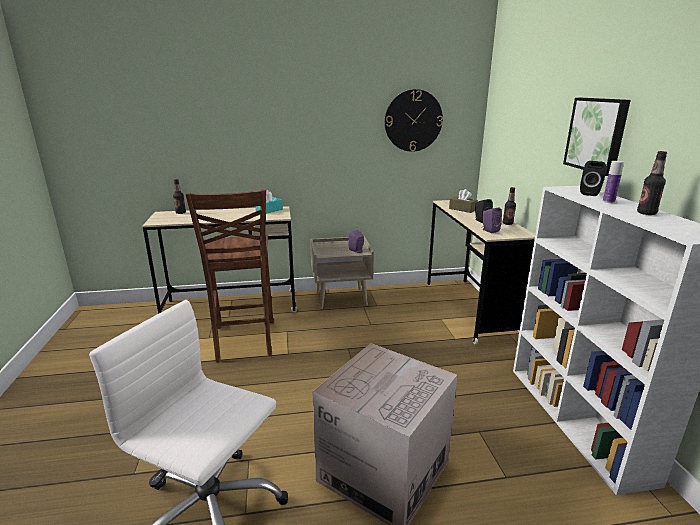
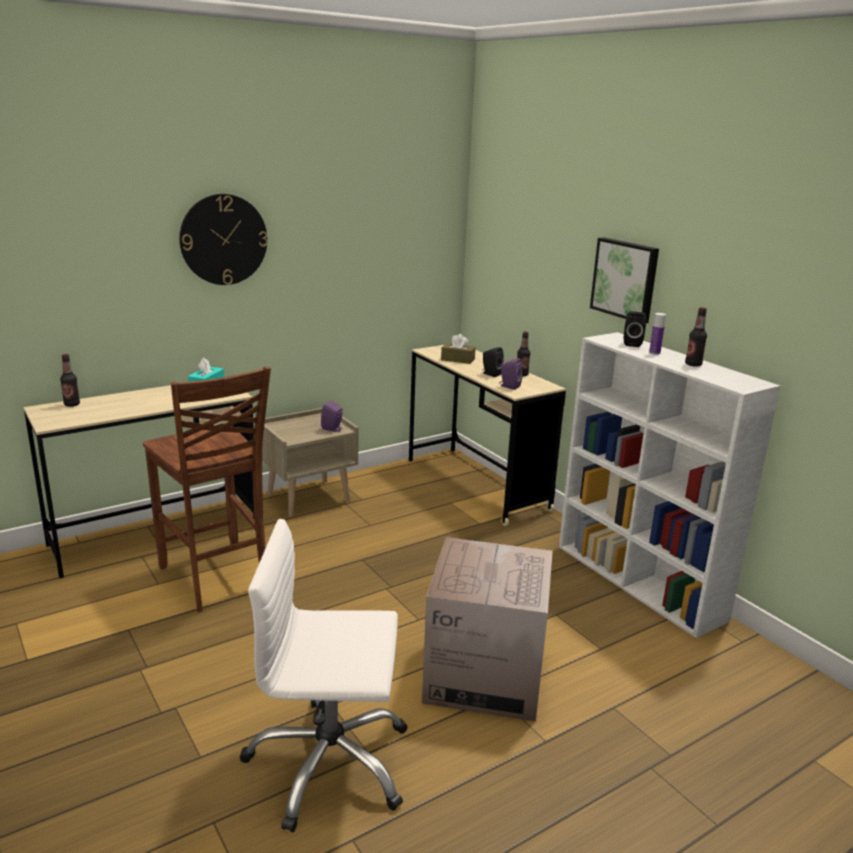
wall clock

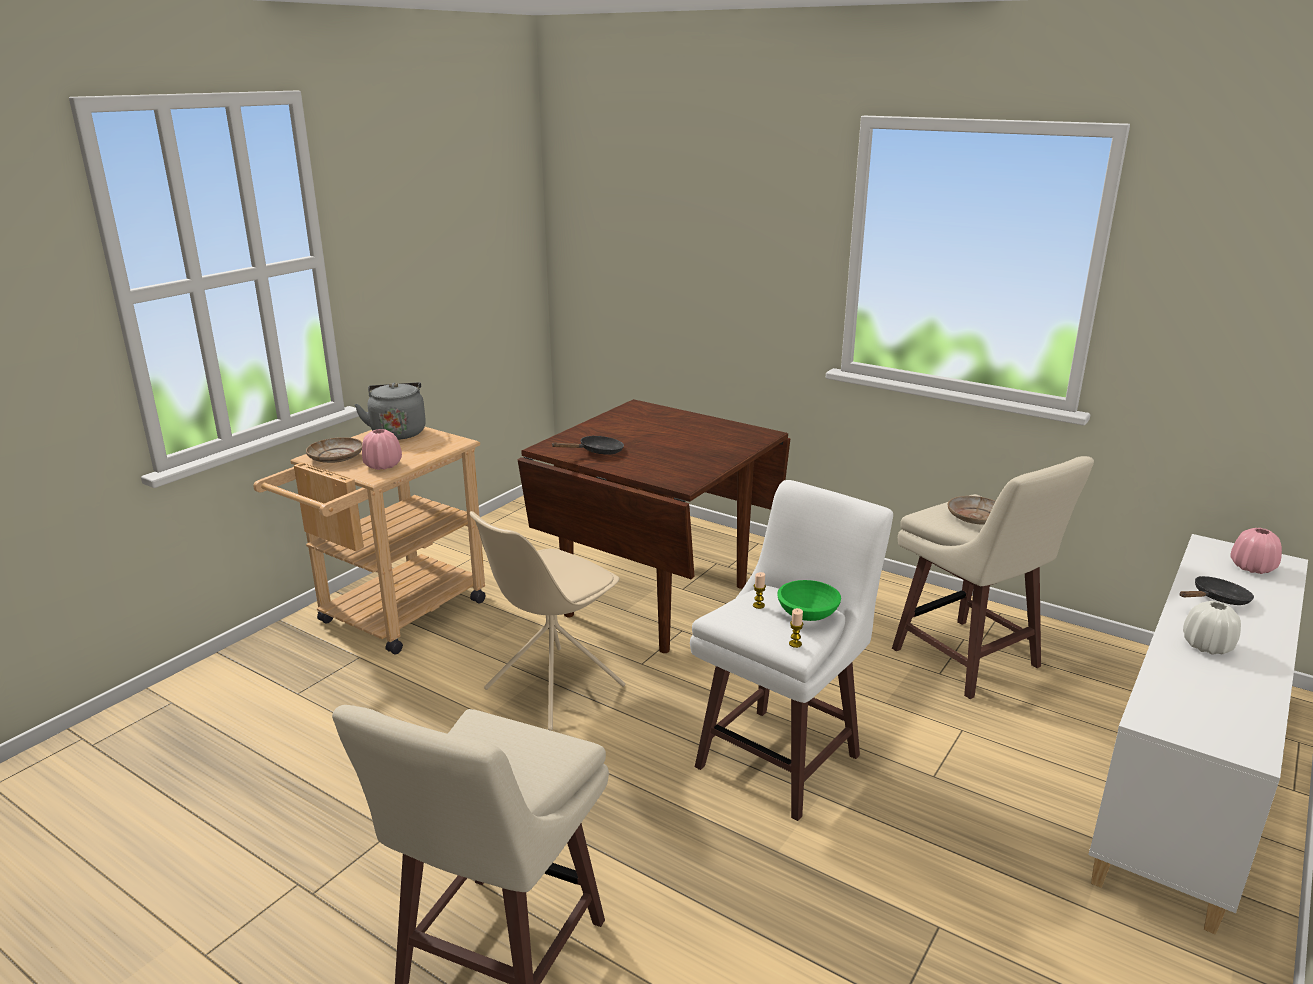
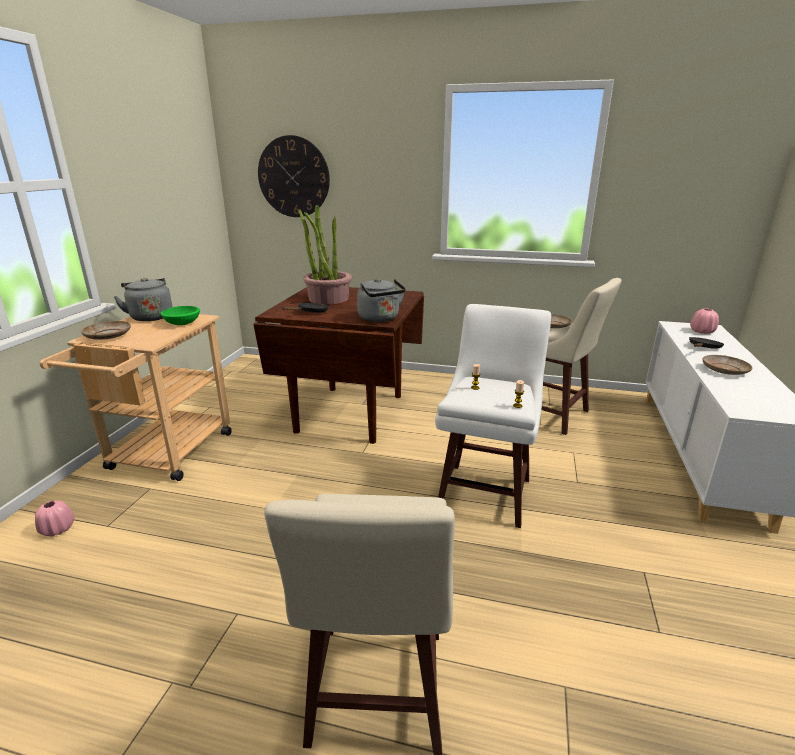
beige chair
wall clock
potted plant
grey kettle (2nd from left)
pink vase (1st from left)
green bowl
beige plate (3rd from left)

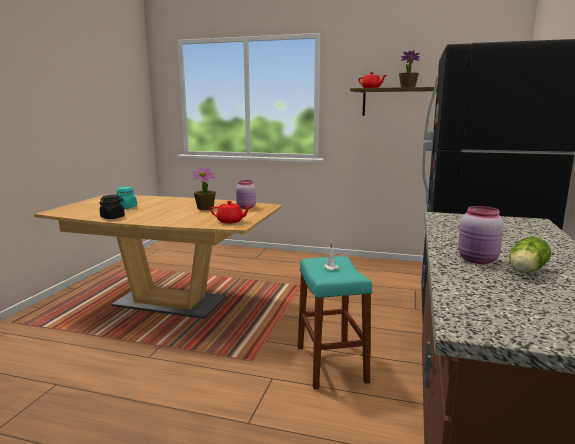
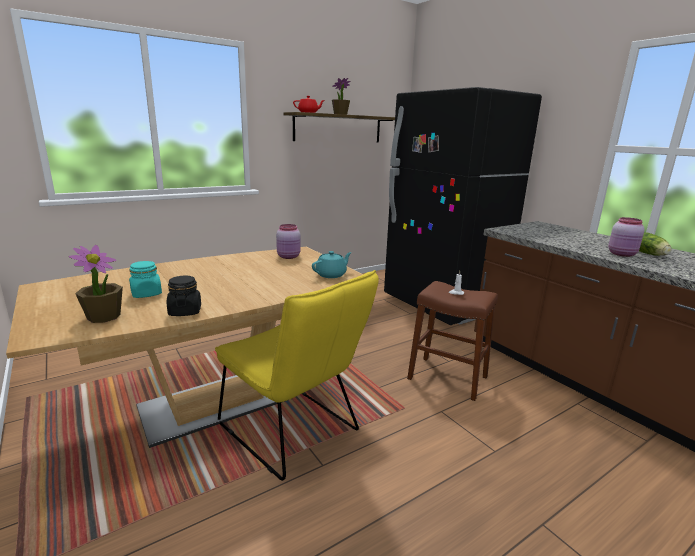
yellow chair
potted plant (1st from left)
turquoise teapot
brown stool

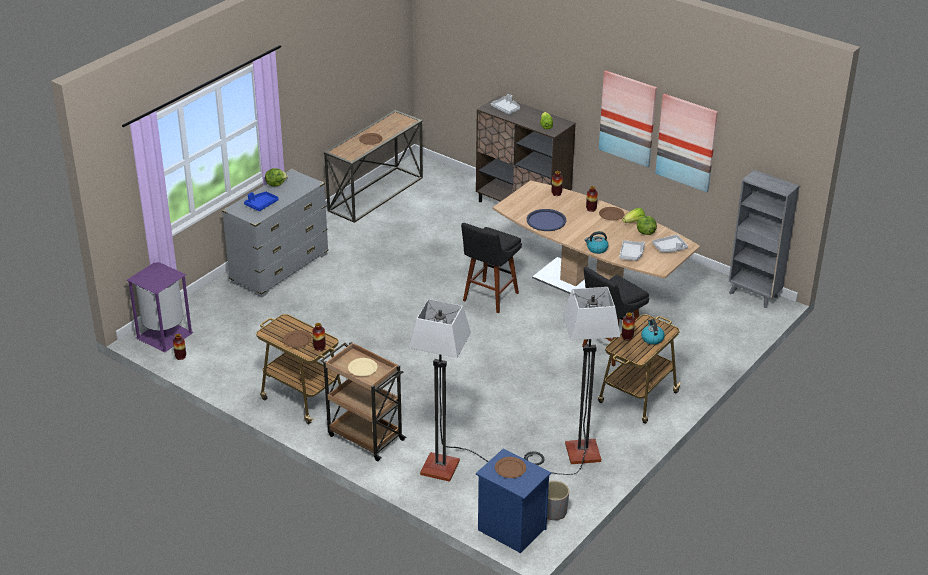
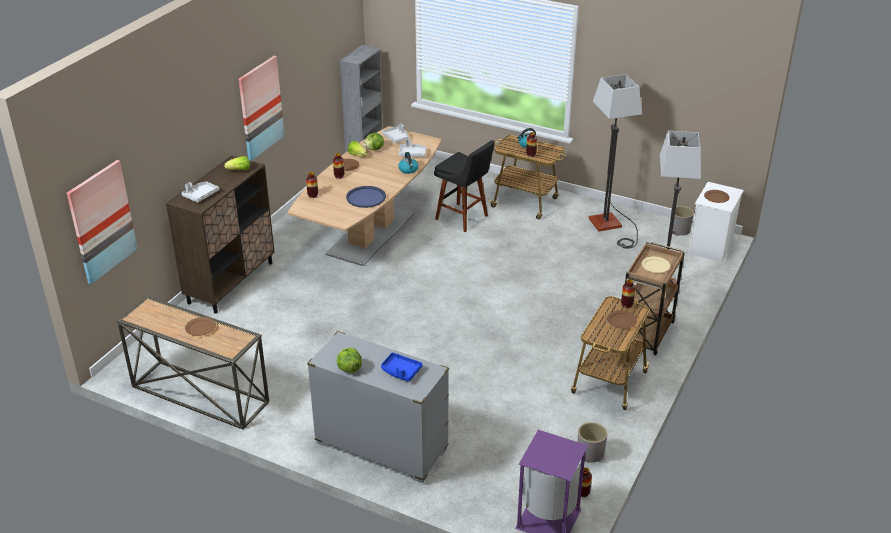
black stool (1st from left in the first image)
grey planter (1st from left)
picture (1st from left)
white nightstand

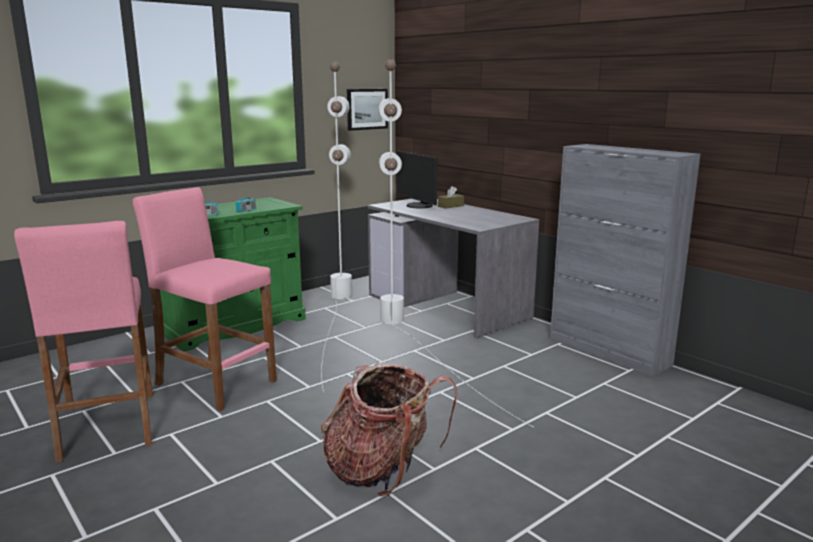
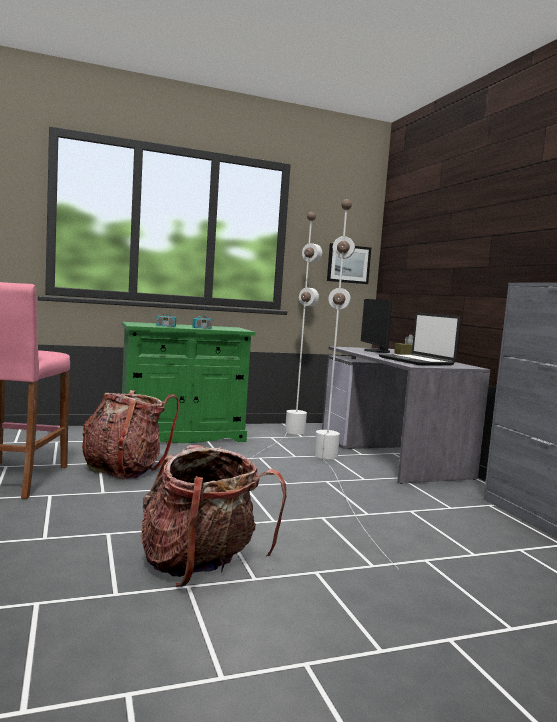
laptop
backpack (1st from left)

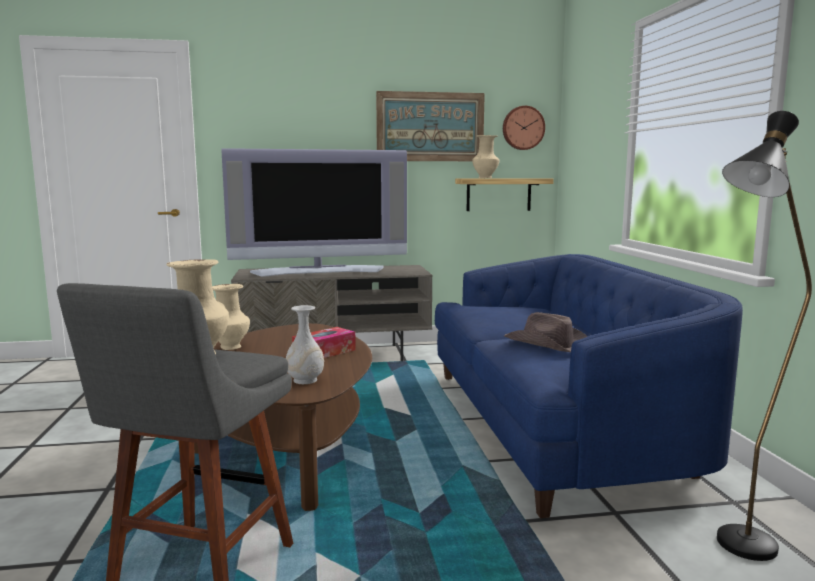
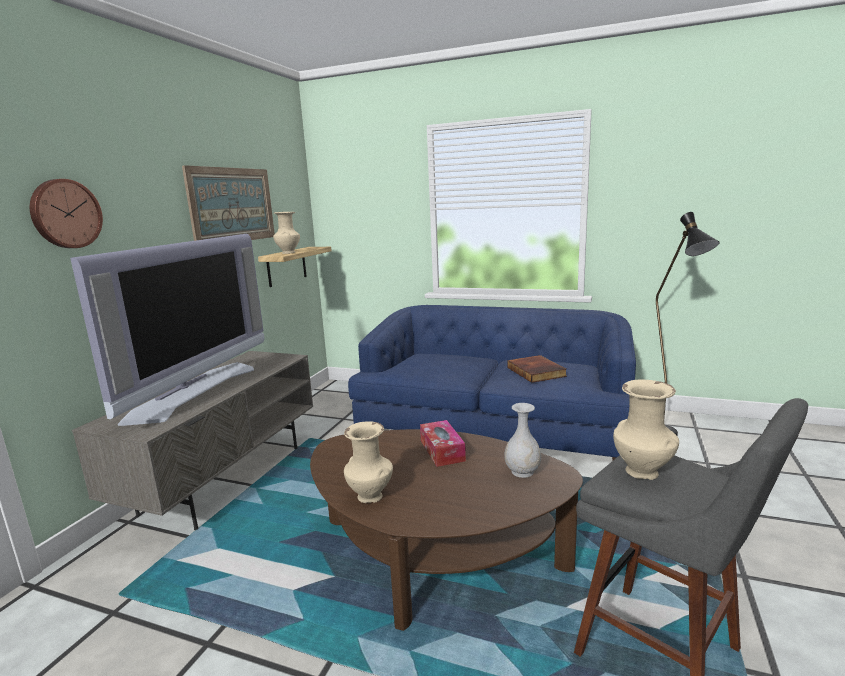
wall clock
book

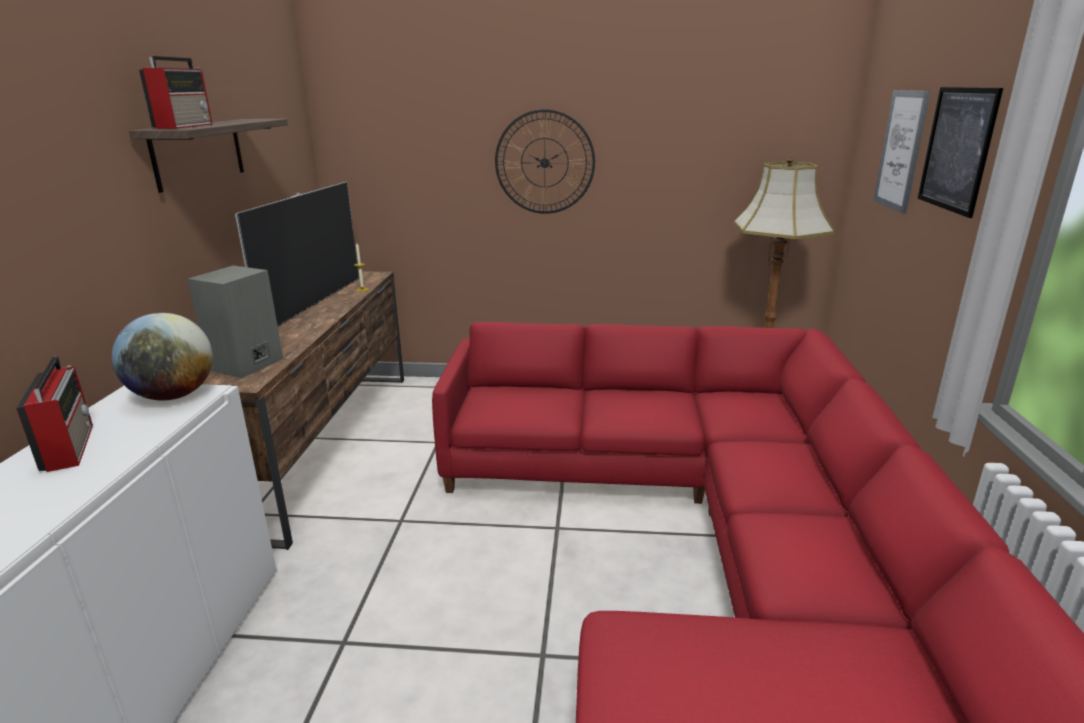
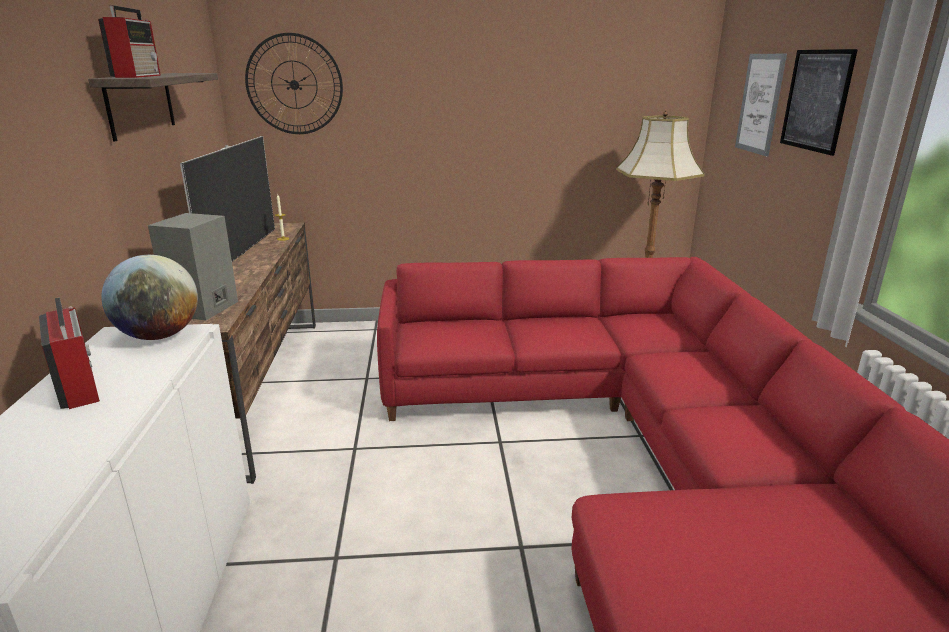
wall clock

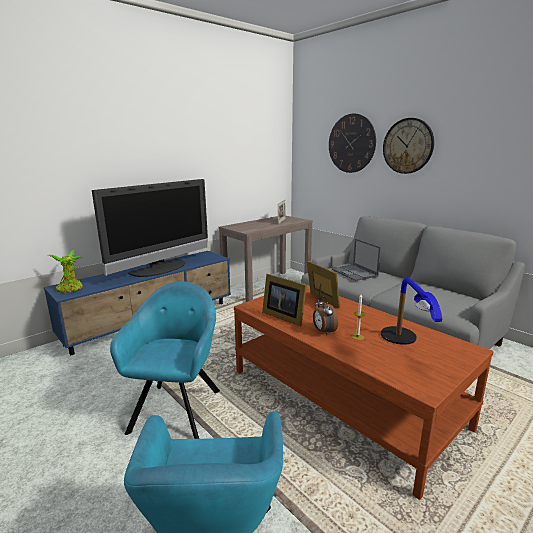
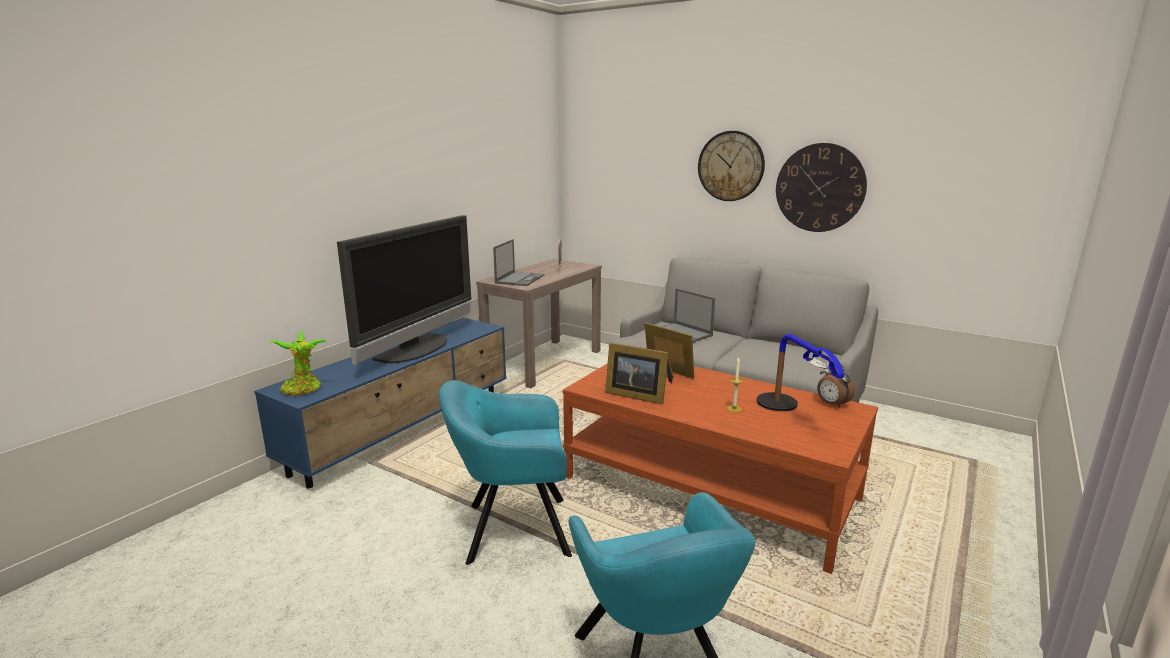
laptop (1st from left)
alarm clock
wall clock (2nd from left)
turquoise armchair (1st from left)

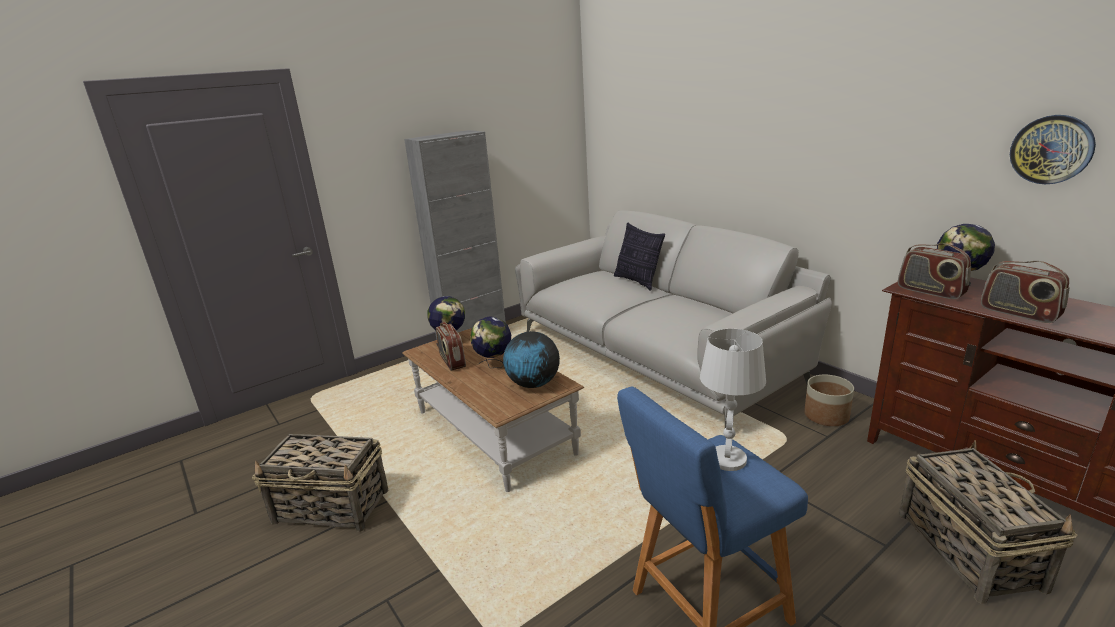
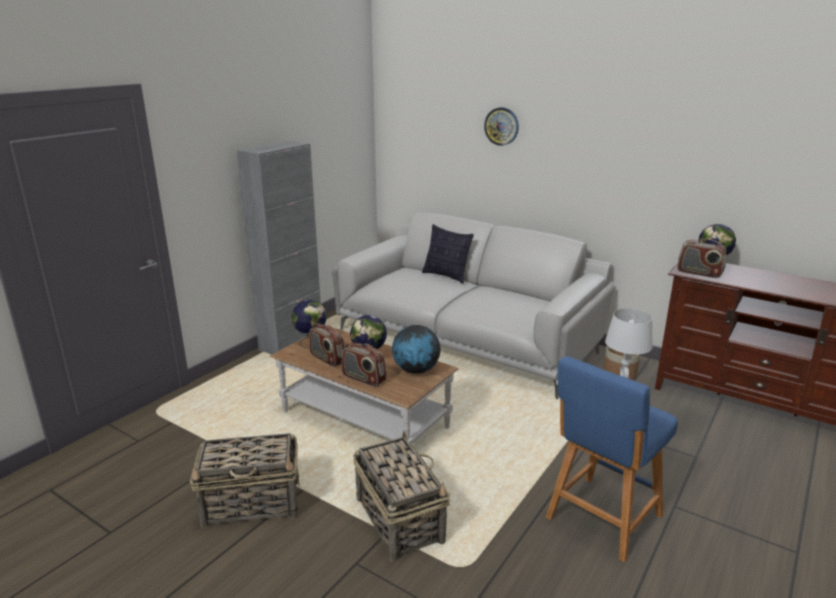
basket (2nd from left)
radio (2nd from left)
wall clock

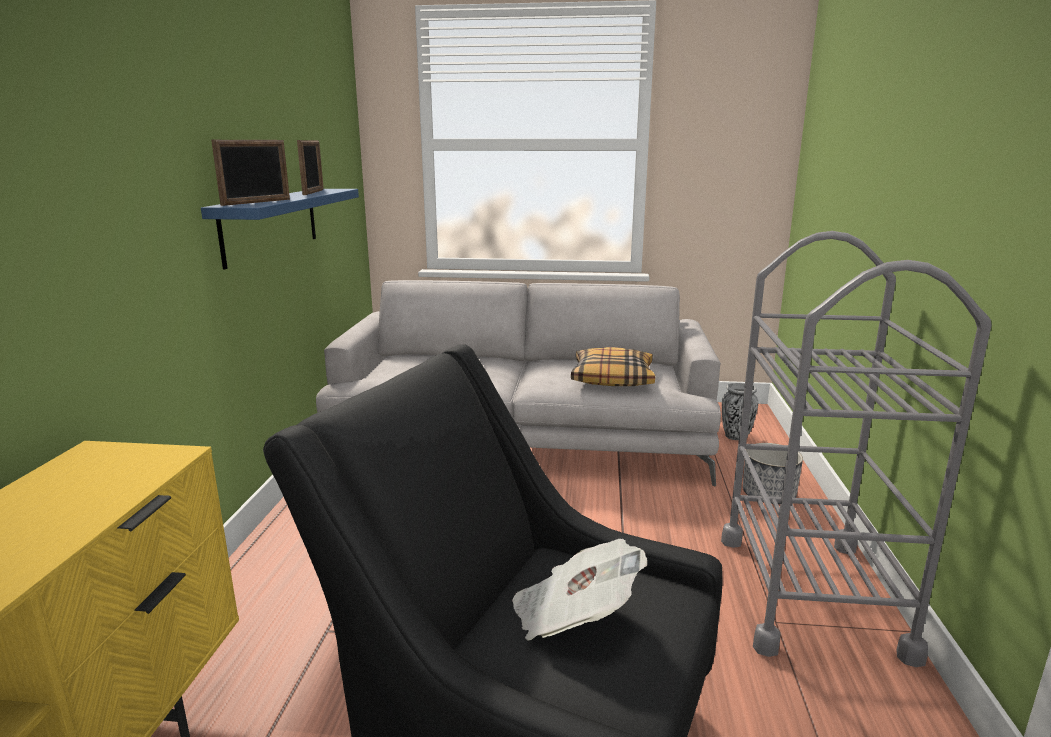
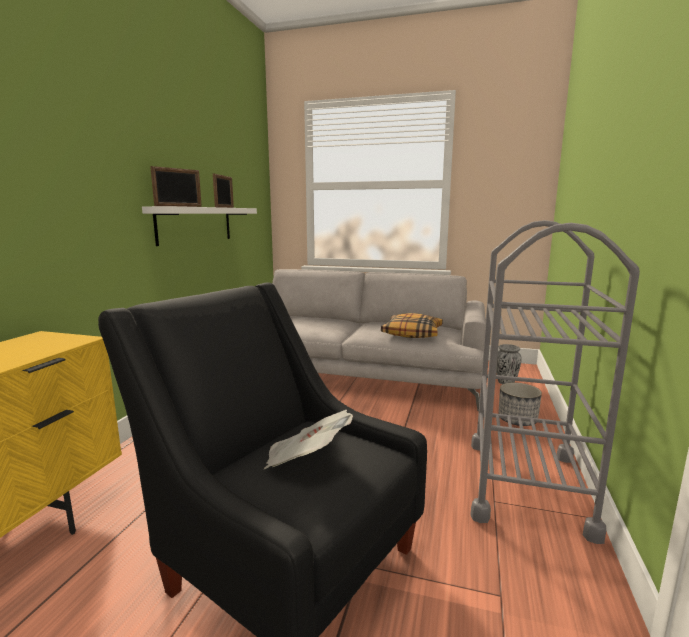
white shelf

